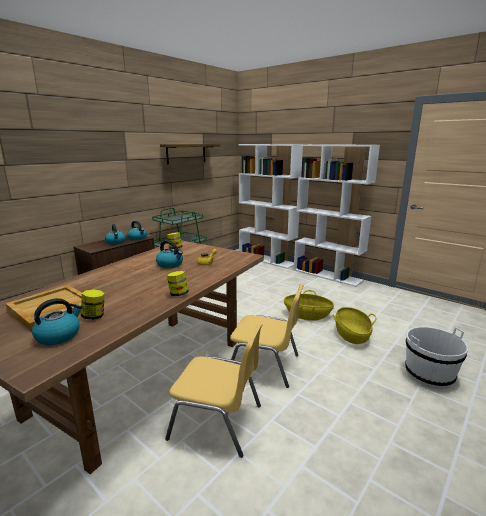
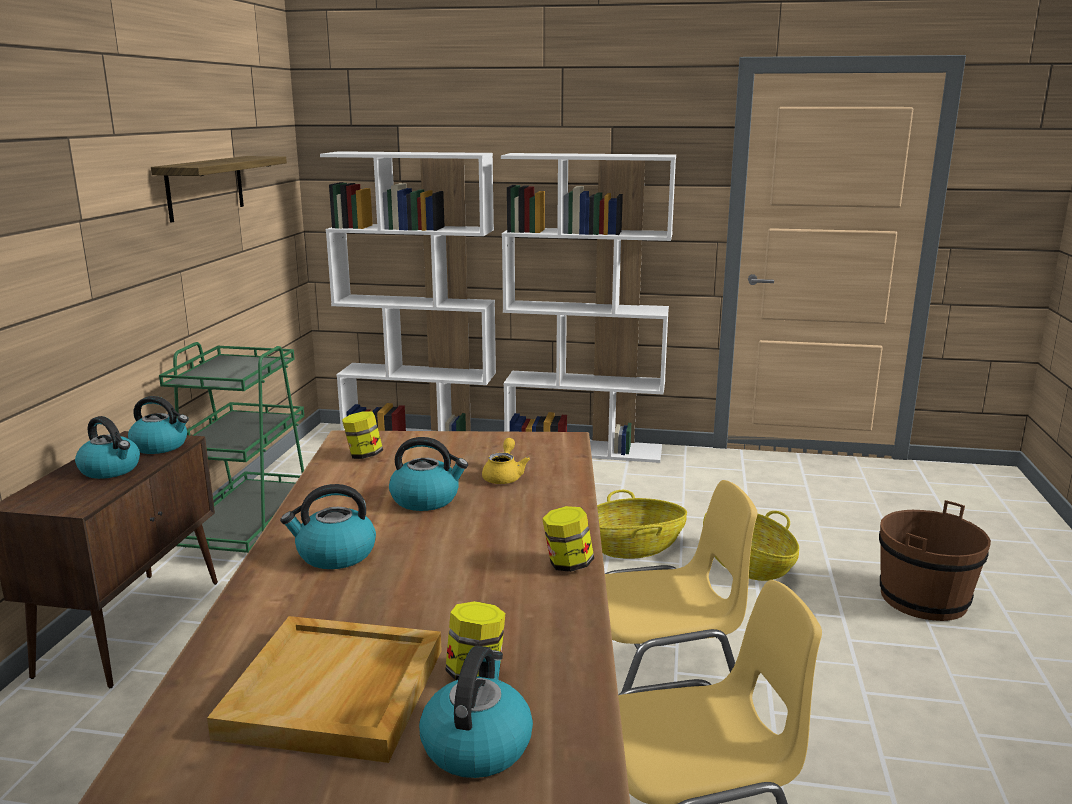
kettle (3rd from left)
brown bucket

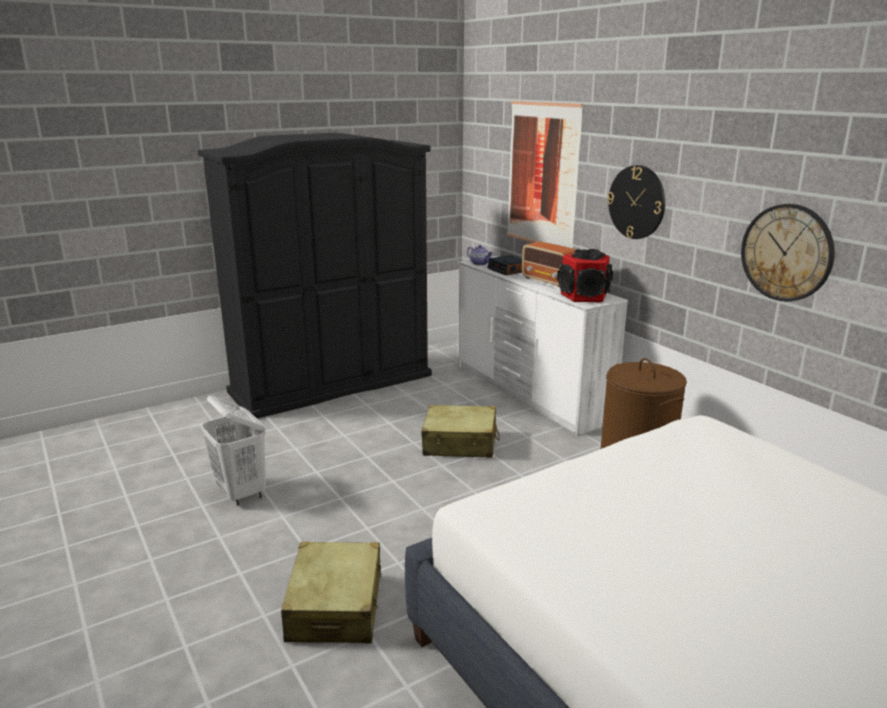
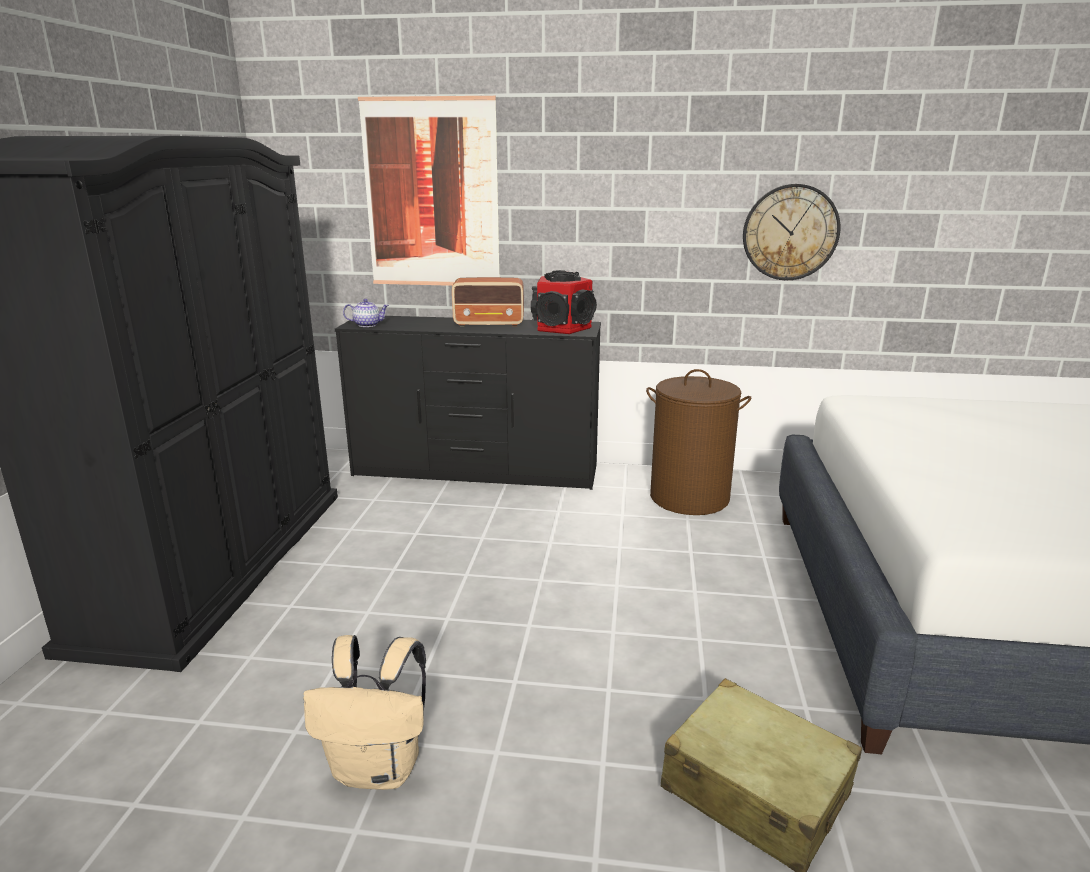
beige suitcase (2nd from left in the first image)
alarm clock
wall clock (1st from left in the first image)
beige backpack
black dresser

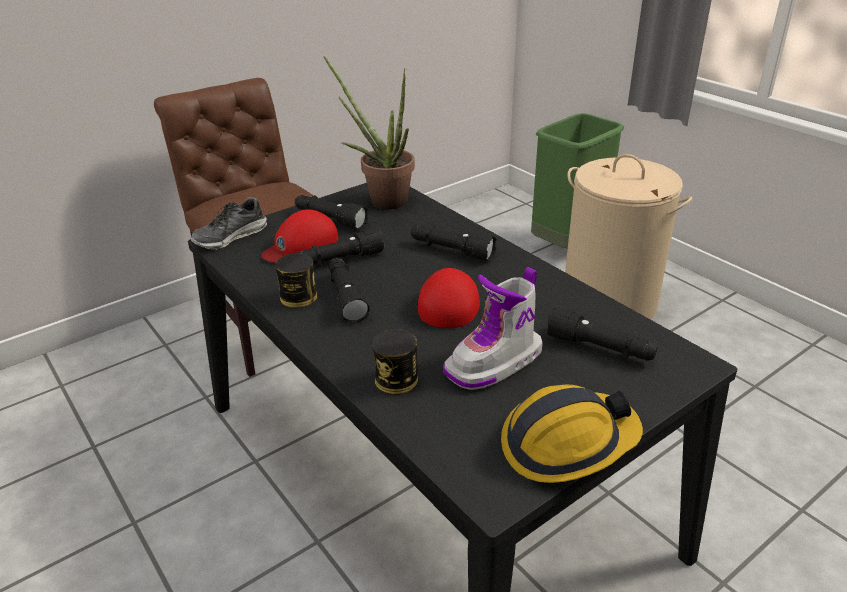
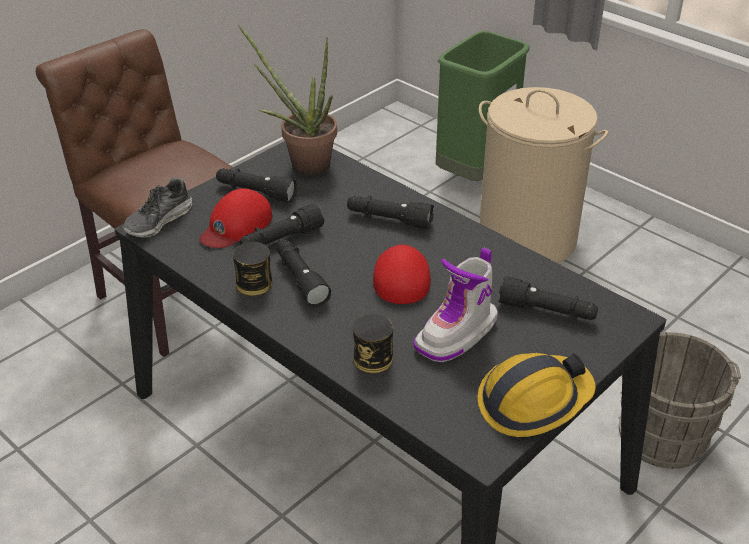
grey bucket

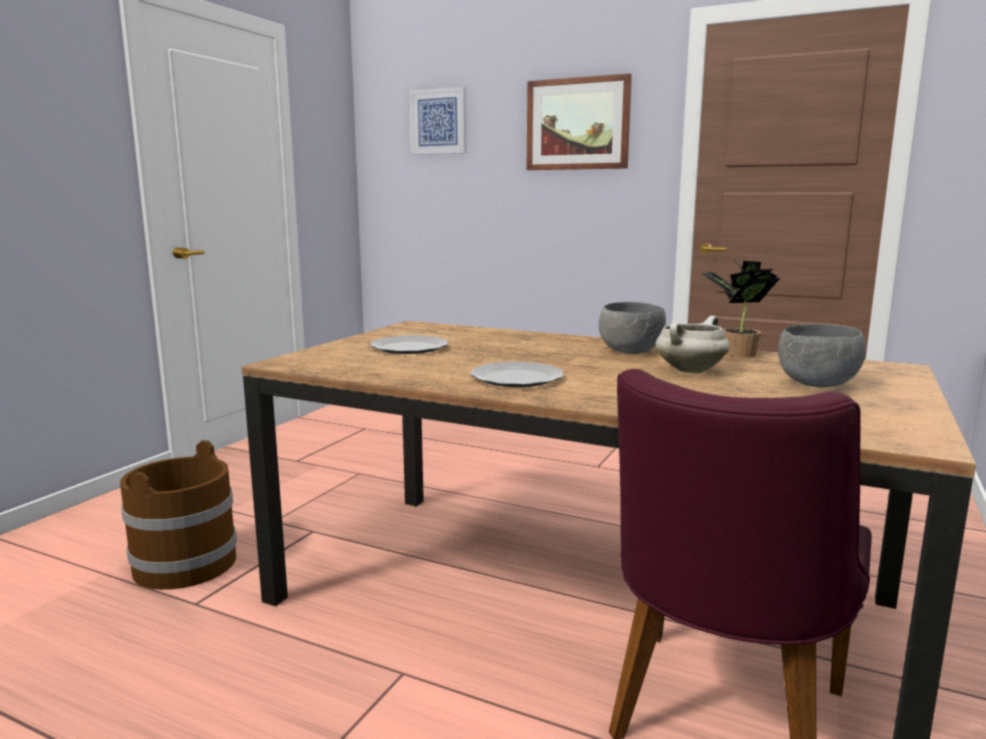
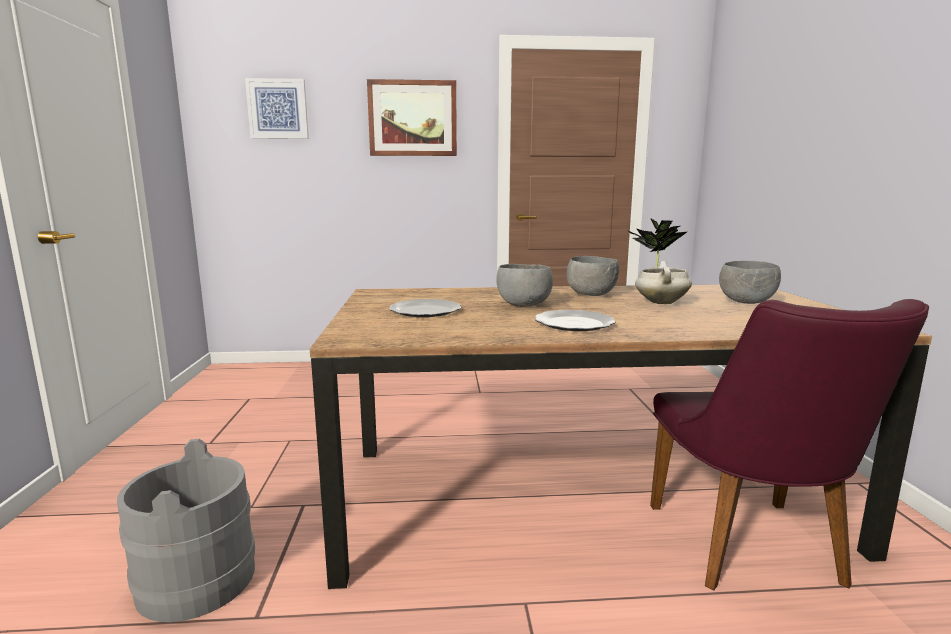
grey bowl (1st from left)
grey bucket

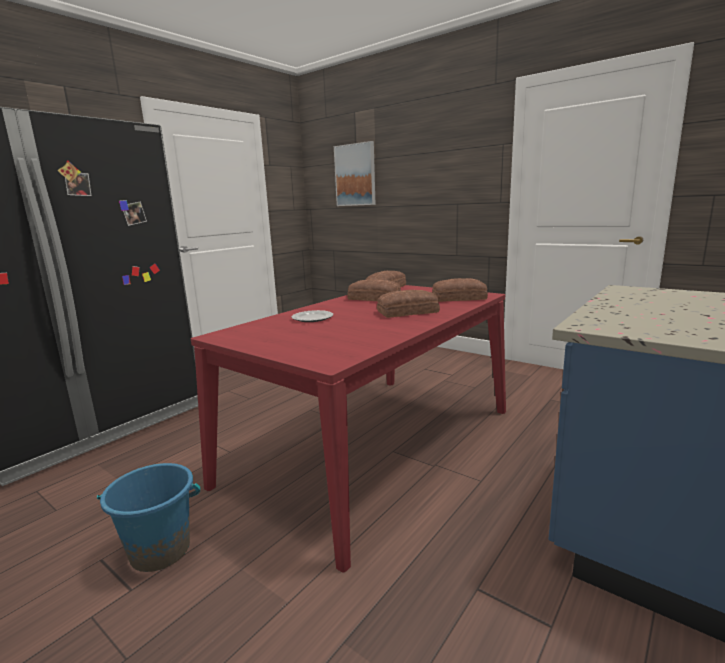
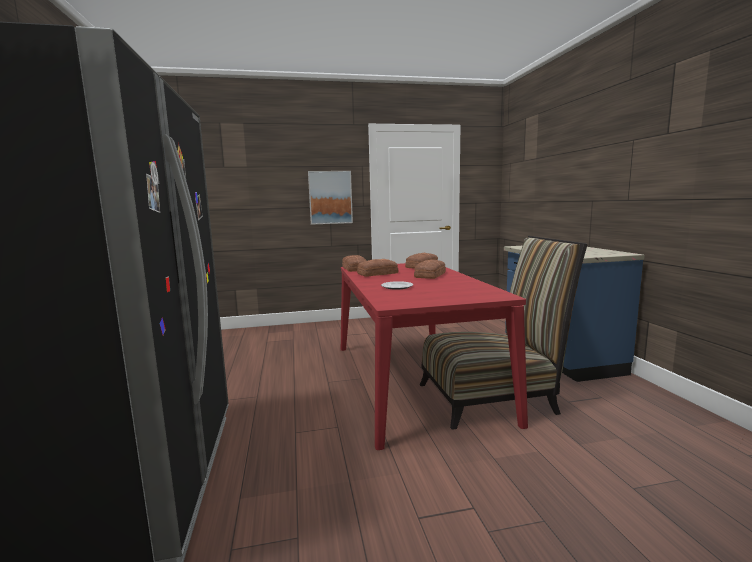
blue bucket
chair
picture

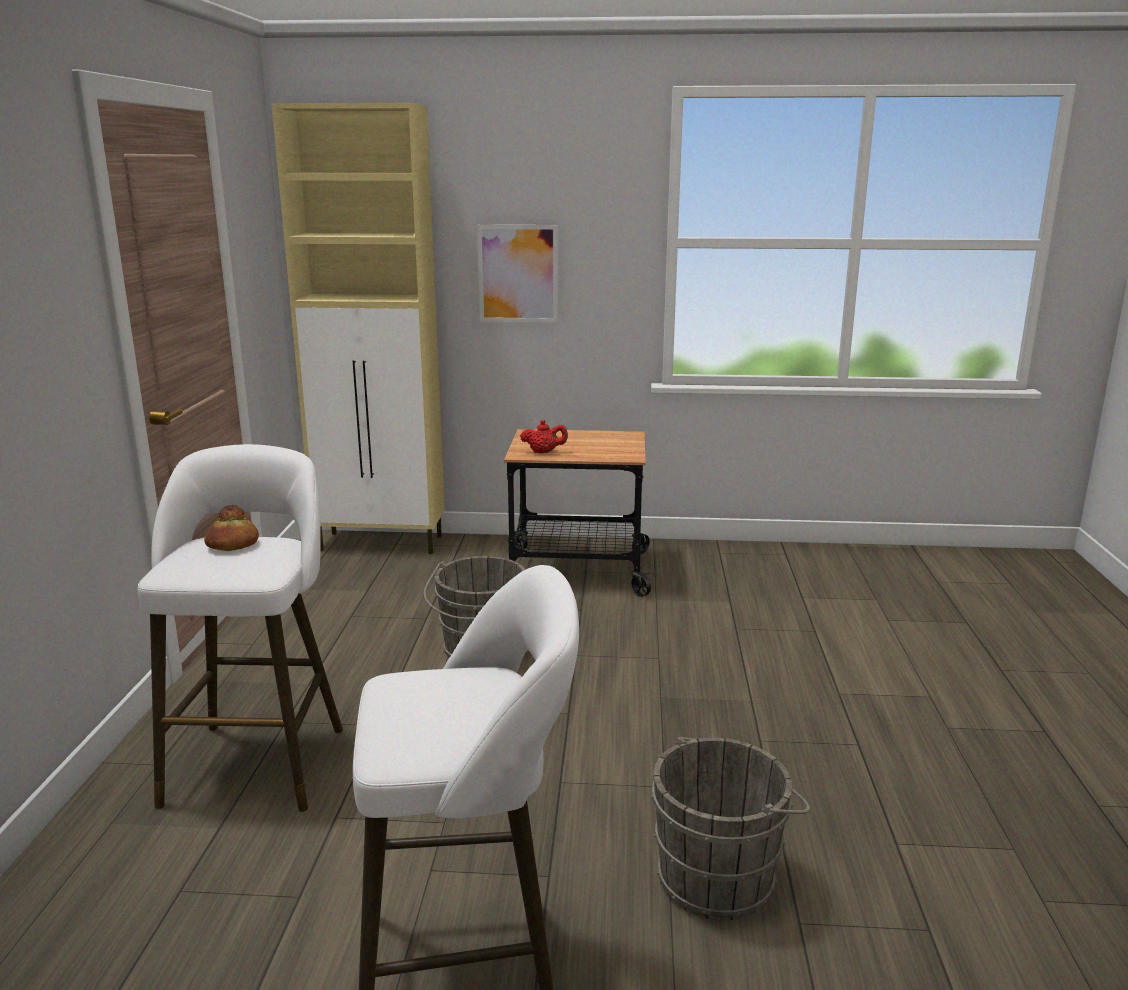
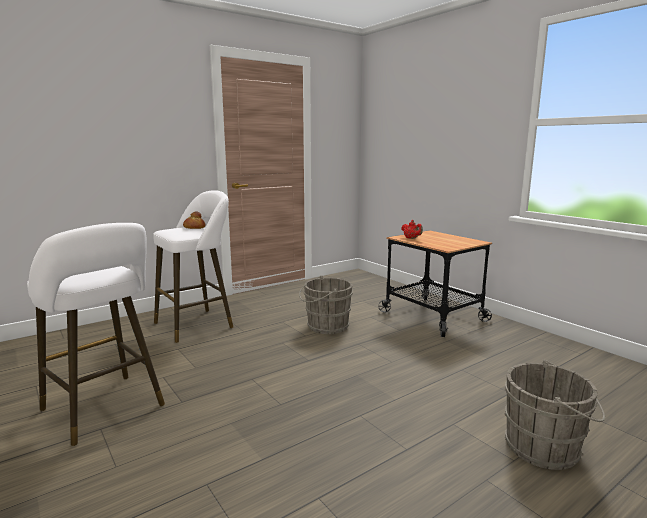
beige cabinet
picture
grey bucket (2nd from left)

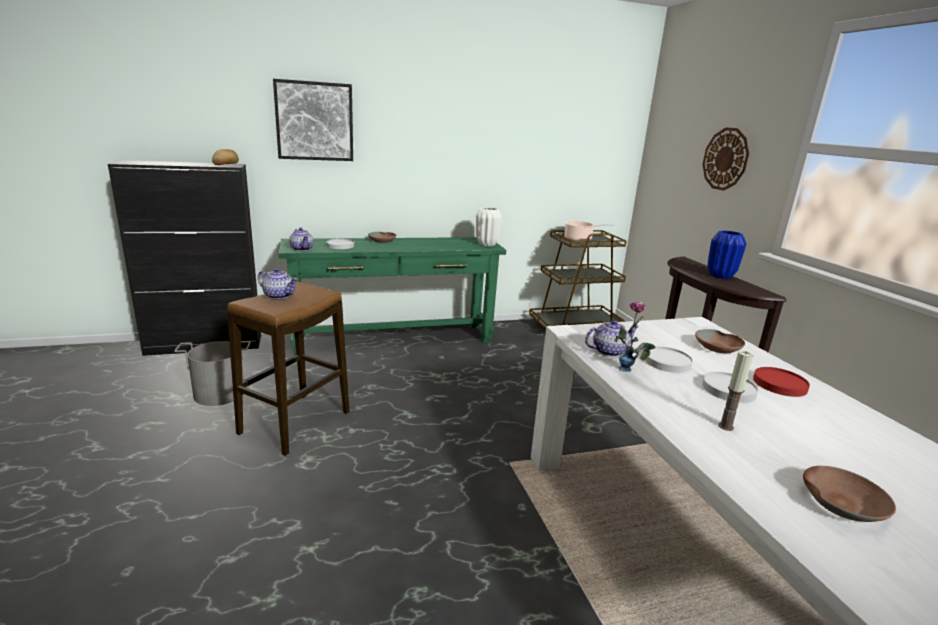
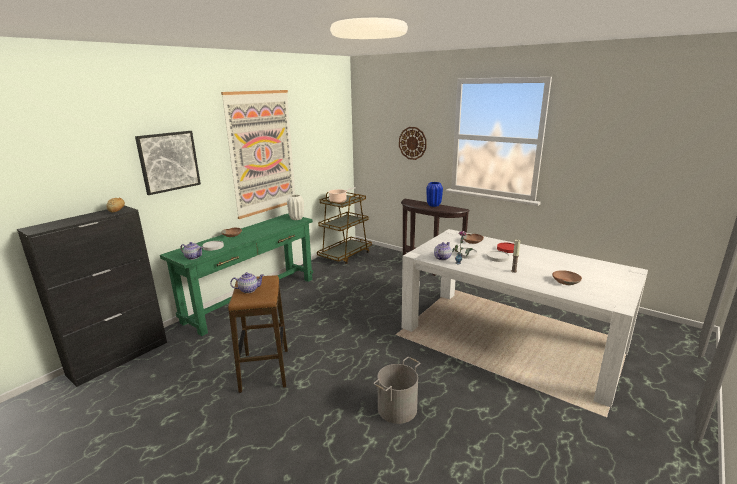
picture (2nd from left)
grey bucket

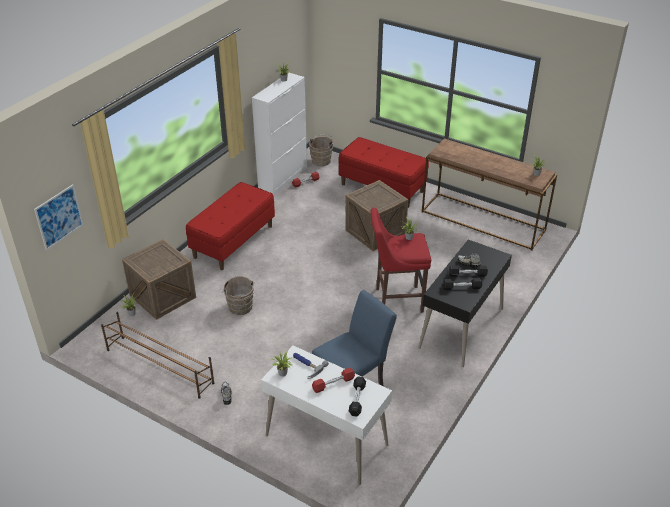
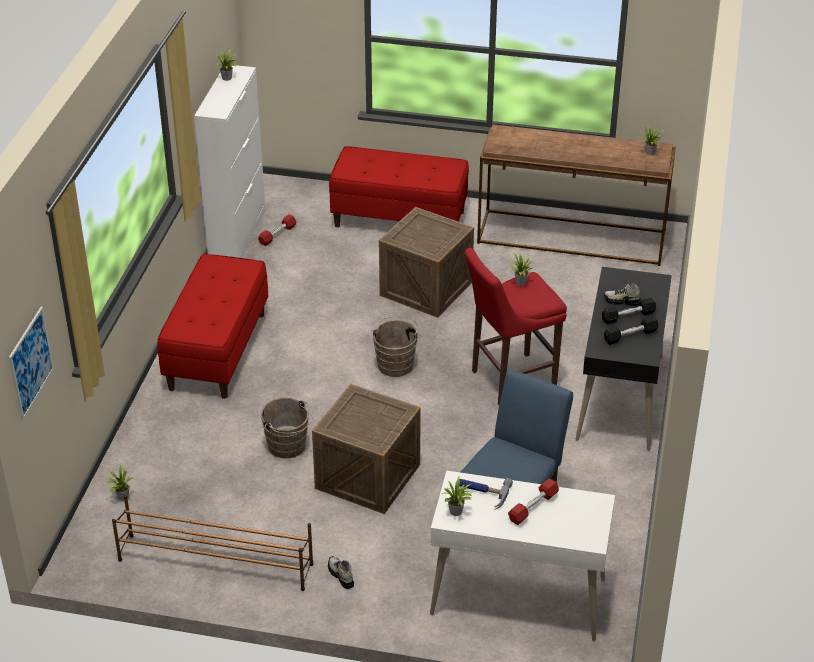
black dumbbell (1st from left in the first image)
crate (1st from left)
brown bucket (2nd from left)

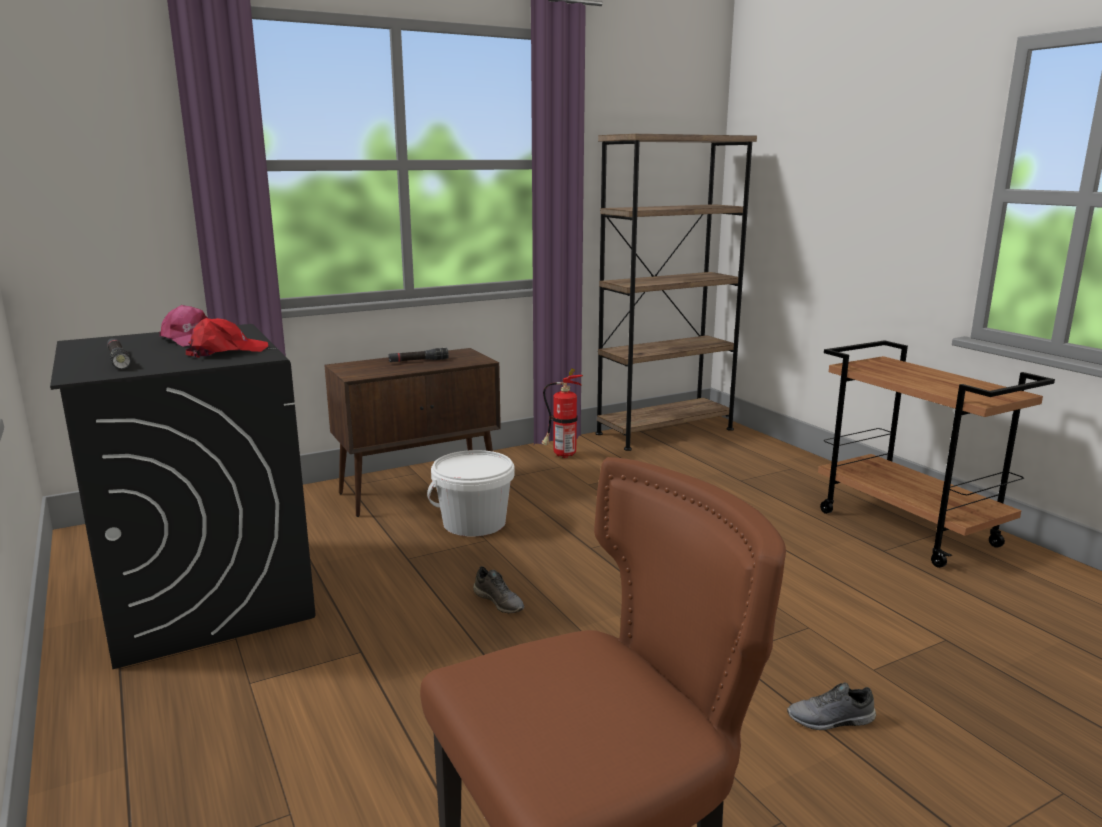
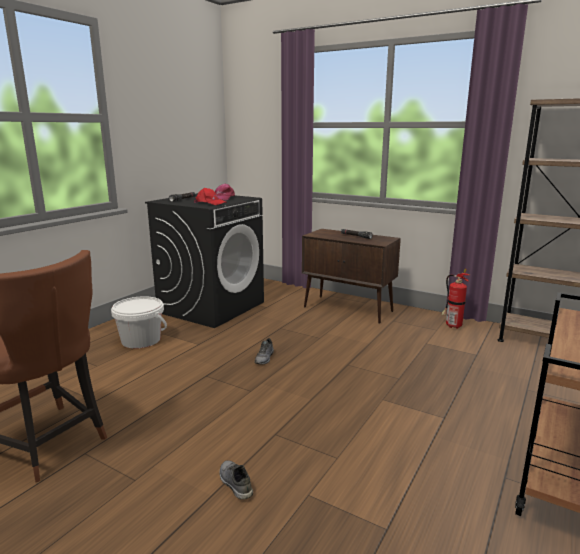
white bucket

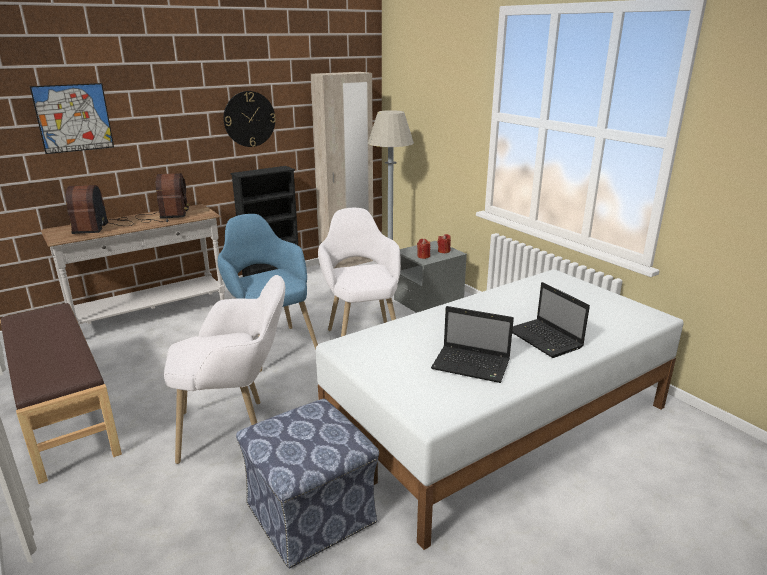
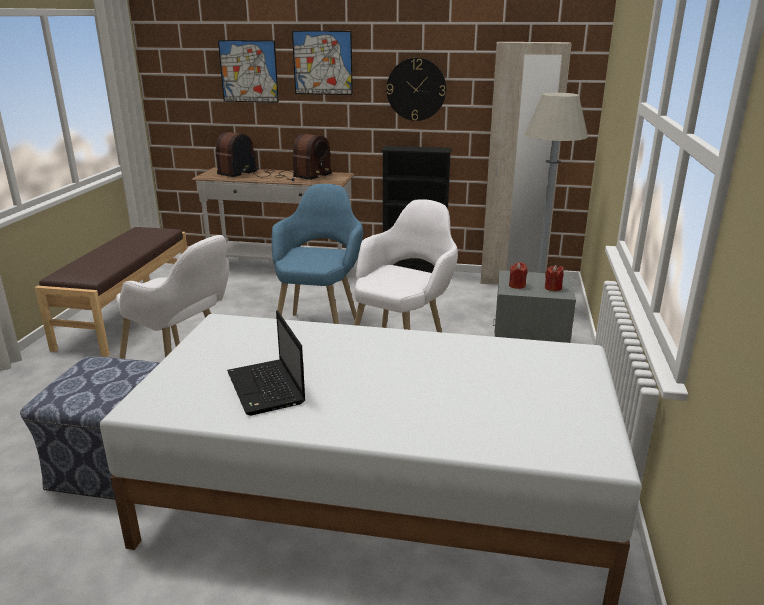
laptop (2nd from left in the first image)
picture (2nd from left)

